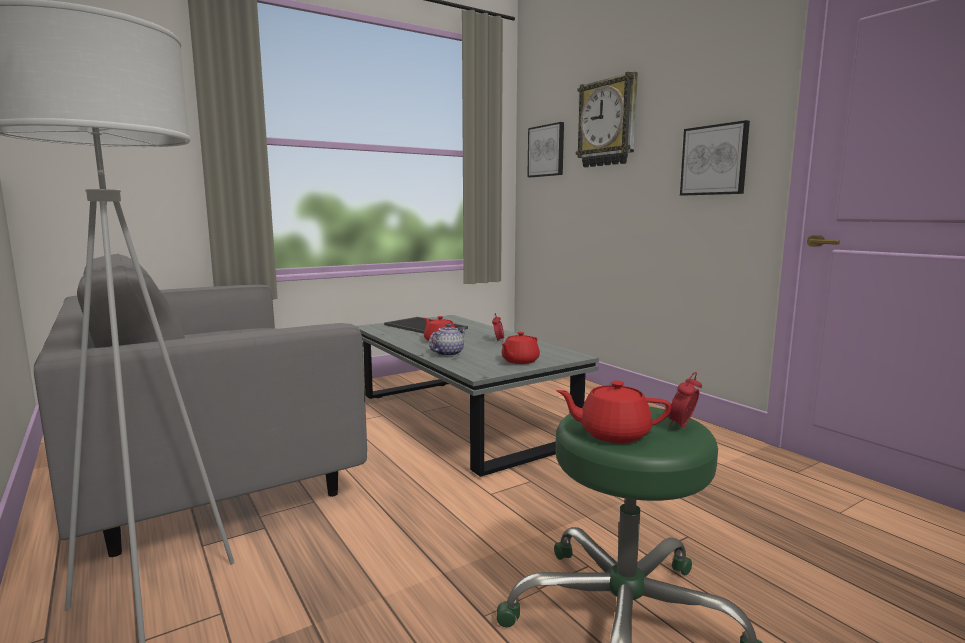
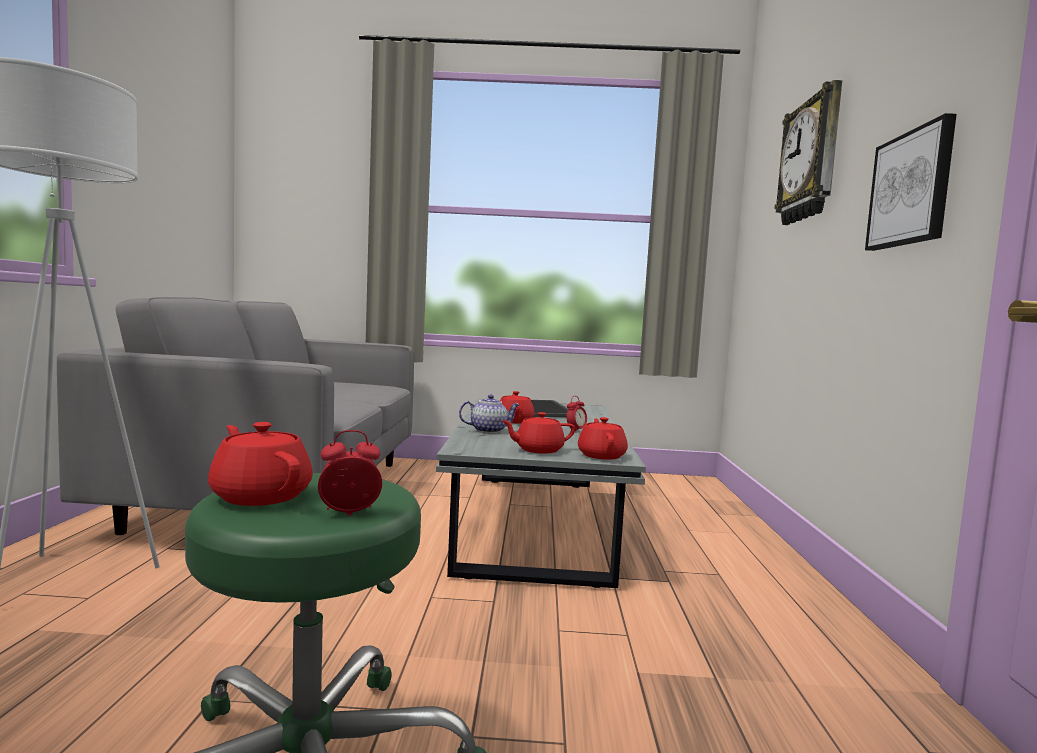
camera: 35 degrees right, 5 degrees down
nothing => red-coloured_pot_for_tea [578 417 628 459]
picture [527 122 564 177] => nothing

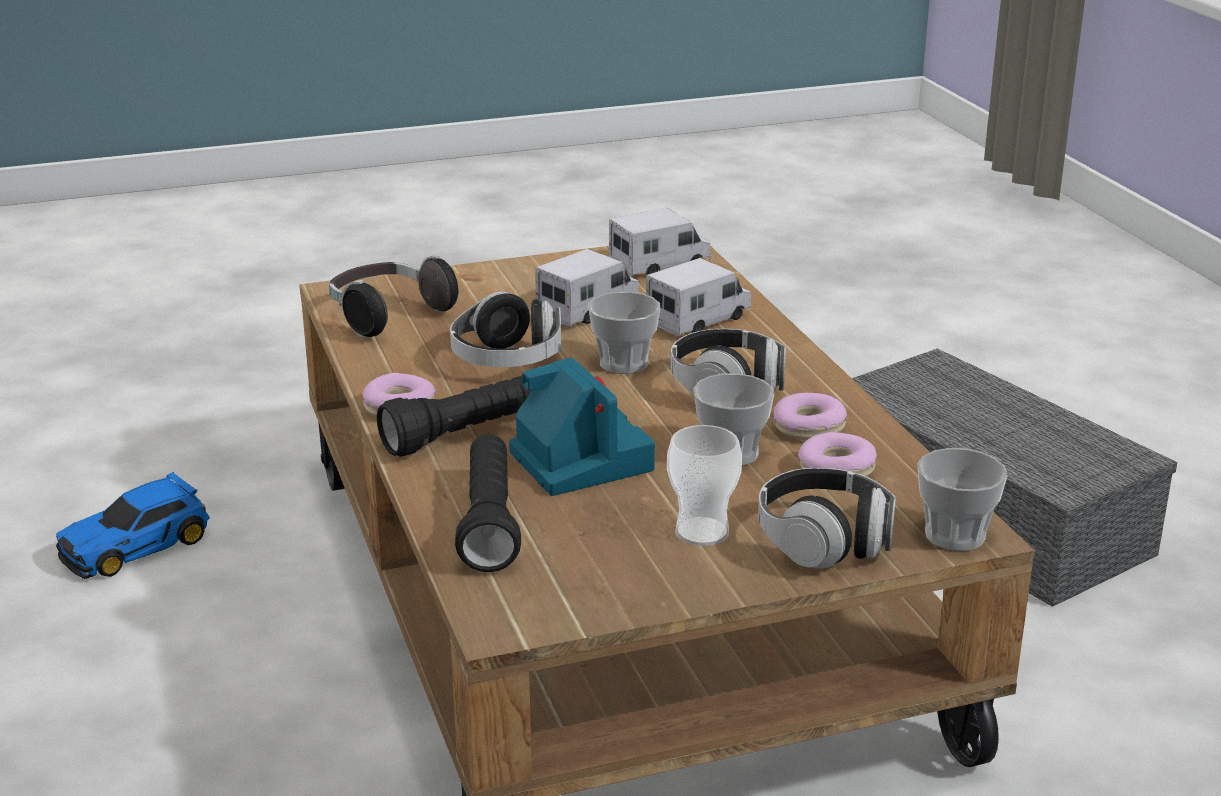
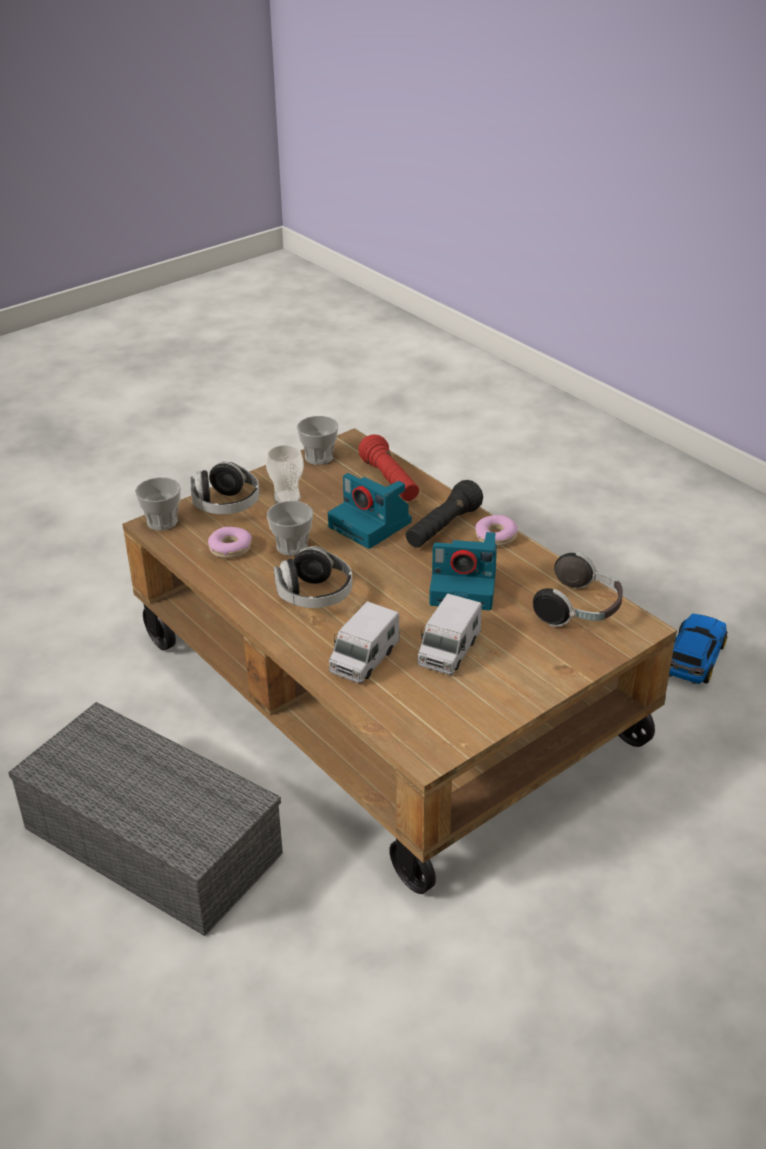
camera: 160 degrees right, 10 degrees up
drinking_cup [589 292 660 374] => drinking_cup [297 416 338 465], moved
black-coloured_torch [455 434 521 572] => red-coloured_torch [358 434 419 501]
headset [450 291 561 367] => still_camera [429 532 497 610]
model_truck [609 208 711 277] => nothing
doughnut [774 393 847 440] => nothing

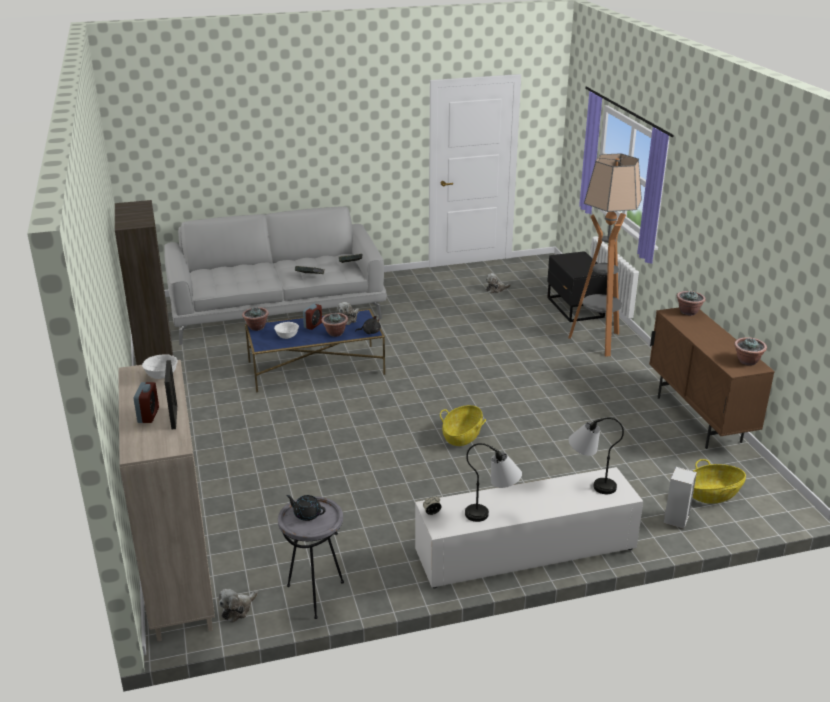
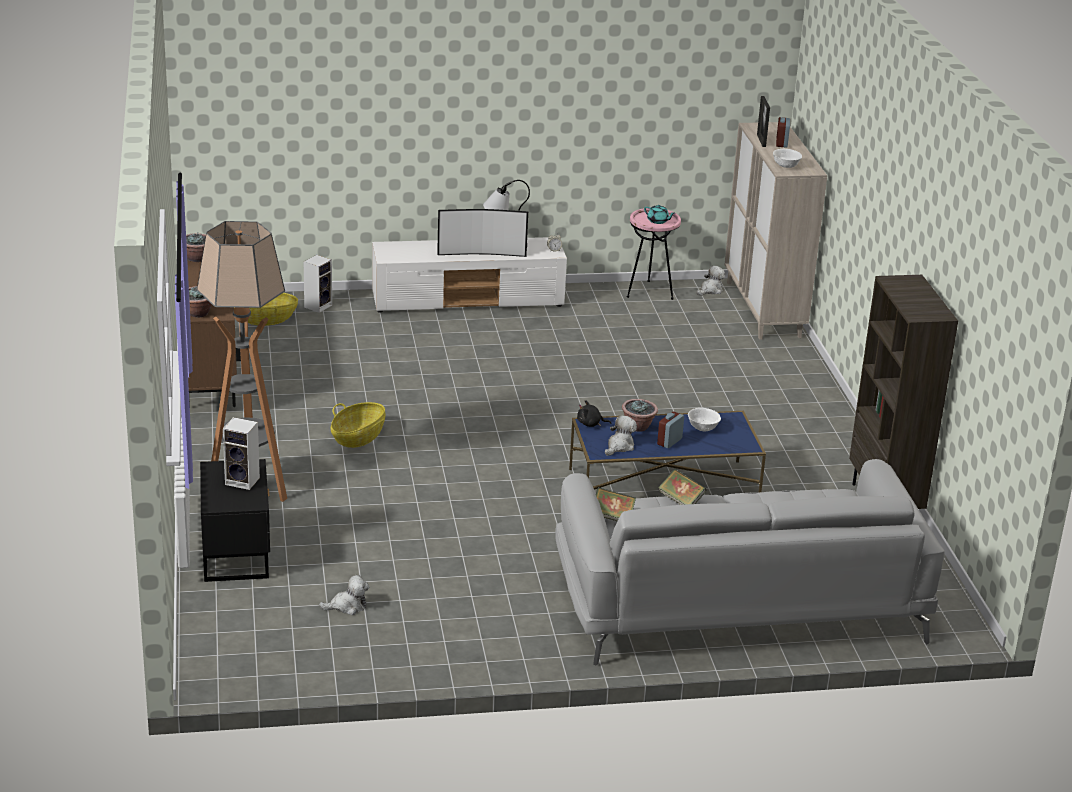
camera: 175 degrees left, 0 degrees up
nothing => speaker [223 417 260 490]
household_basket [440 405 486 446] => household_basket [331 402 385 448], moved
nothing => TV_set [437 209 528 257]
gray_end_table [278 496 344 619] => pink_end_table [627 208 681 300]
black-coloured_pot_for_tea [286 495 326 521] => turquoise_pot_for_tea [644 205 675 224]
plant_in_a_pot [242 307 269 331] => nothing
tabletop_lamp [569 418 624 494] => nothing

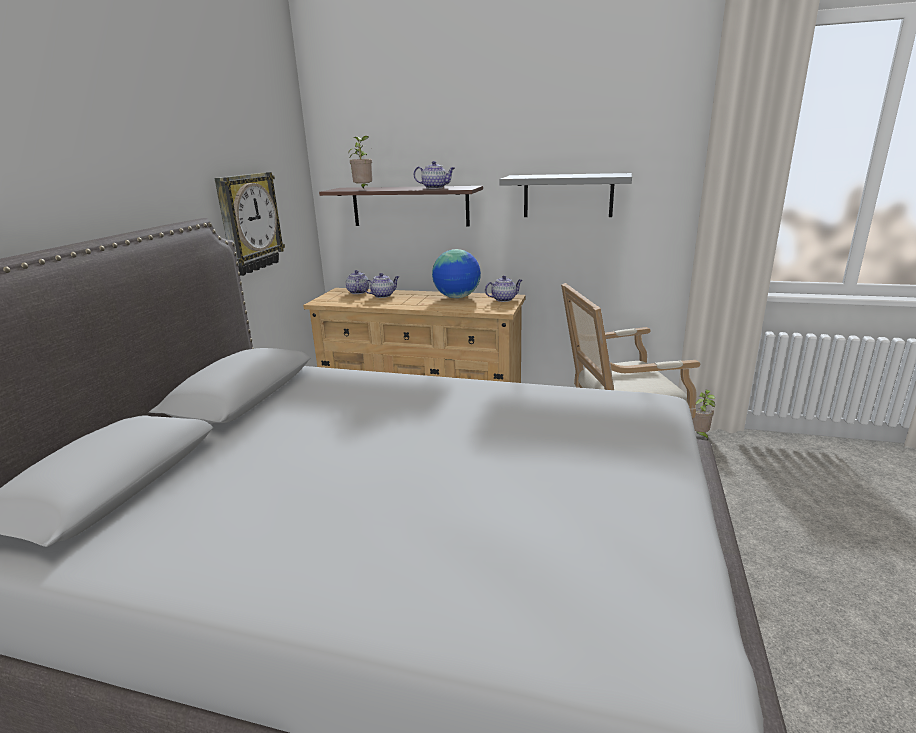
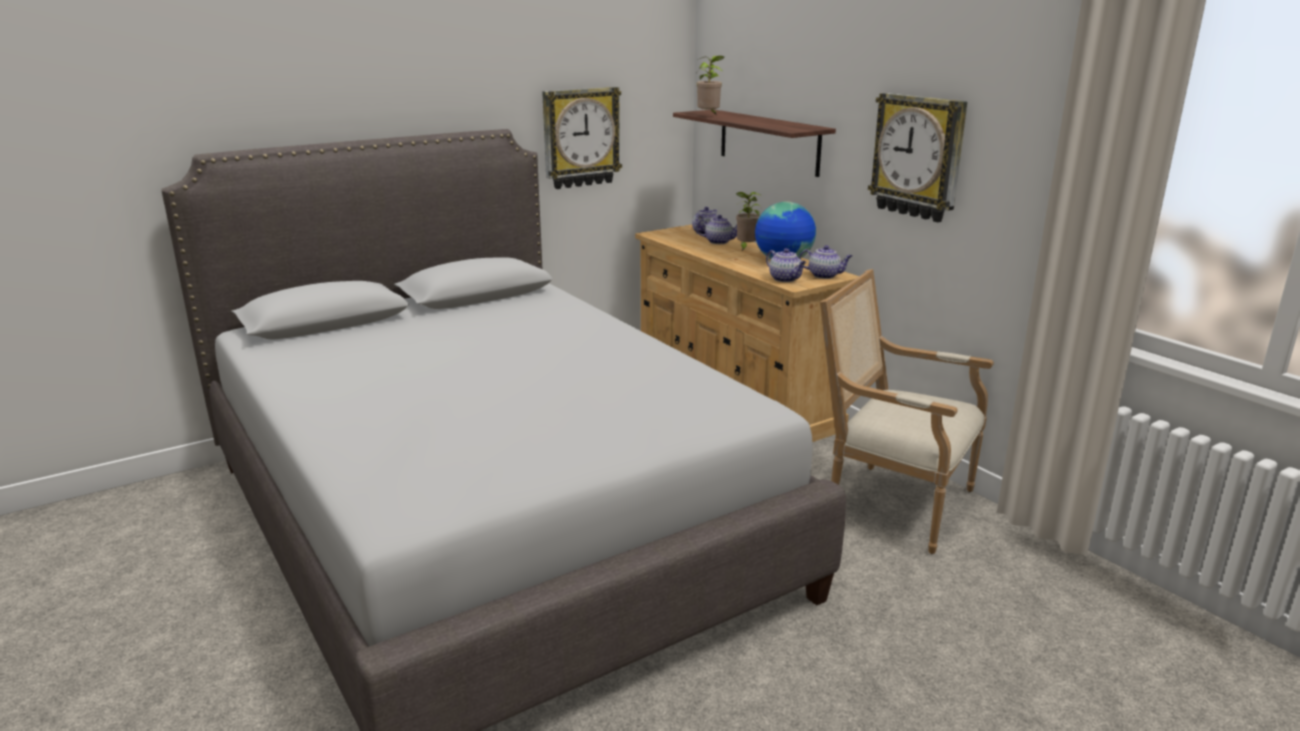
camera: 40 degrees right, 0 degrees up
plant_in_a_pot [692 389 715 440] => plant_in_a_pot [736 192 762 251], moved
pot_for_tea [414 161 455 189] => pot_for_tea [766 248 807 282], moved
gray_wall_shelf [500 173 632 217] => wall_clock [868 93 967 222]

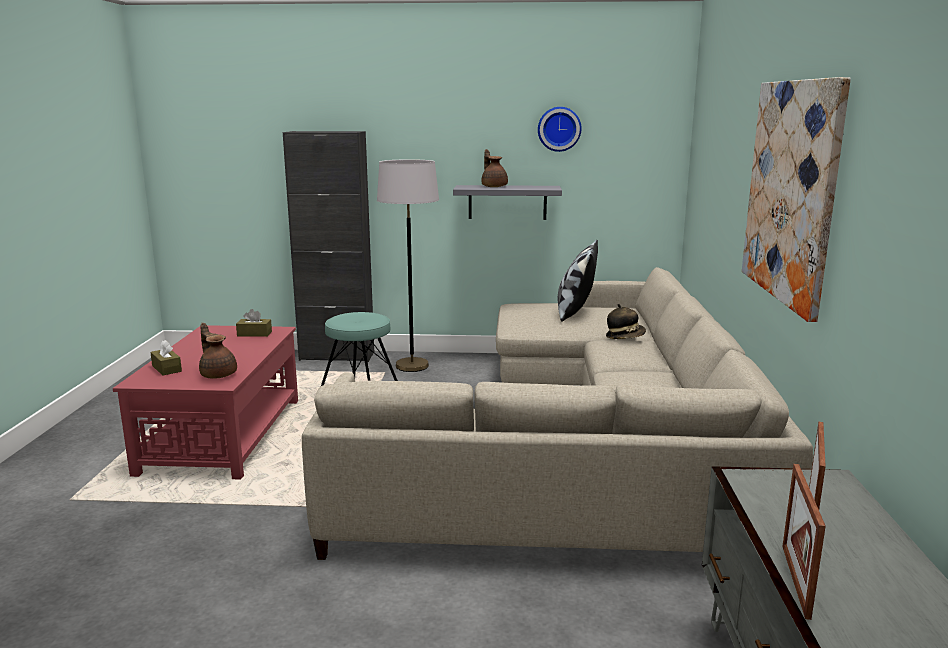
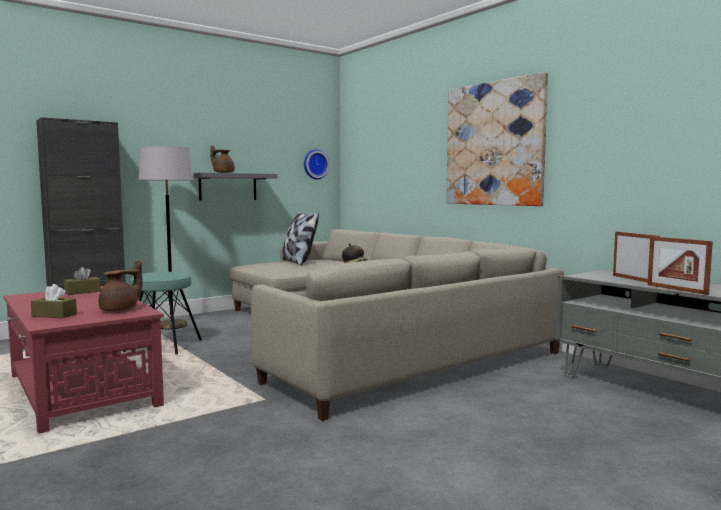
camera: 40 degrees left, 10 degrees down
brown_pot_for_tea [199 323 237 379] => brown_pot_for_tea [98 260 143 311], 120 degrees clockwise
wall_clock [538 107 582 152] => wall_clock [304 149 329 180], moved

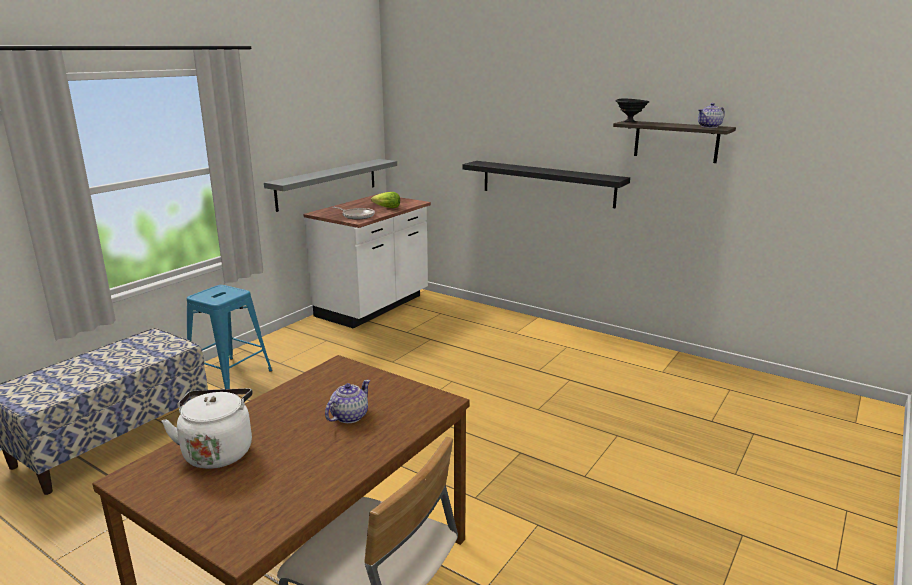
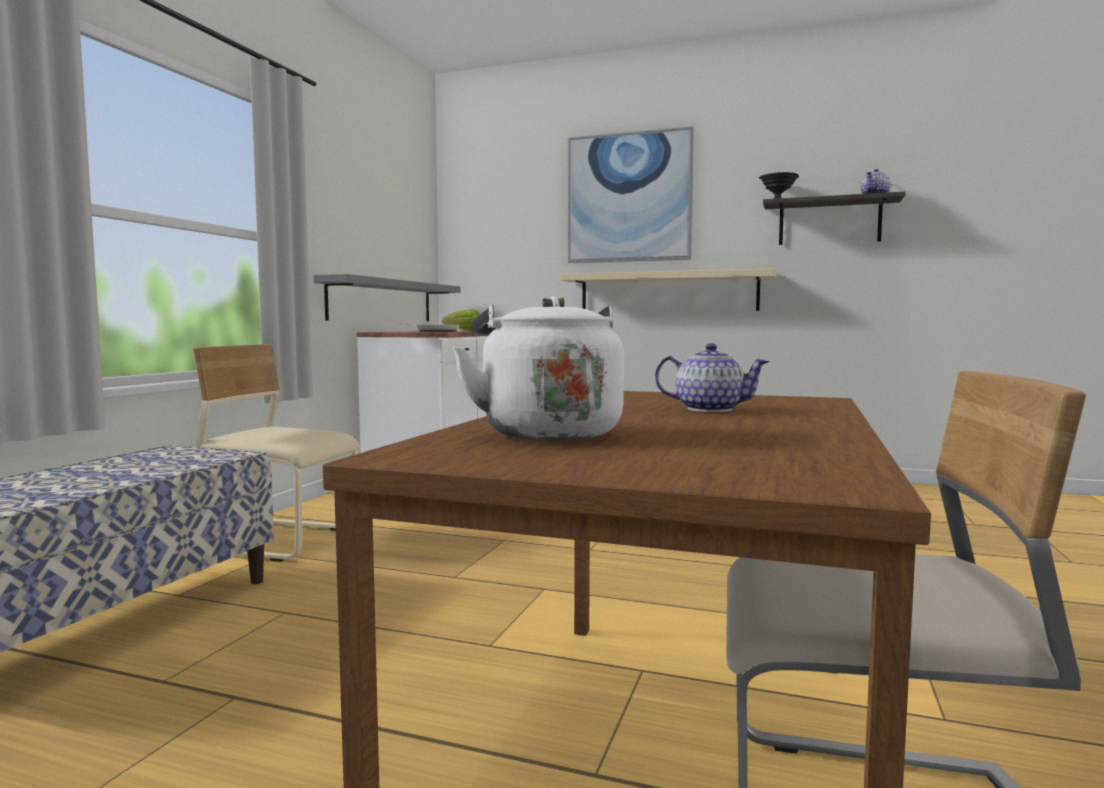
camera: 15 degrees left, 15 degrees down
blue-coloured_sitting_stool [187 285 272 389] => beige-coloured_upright_chair [193 344 360 562]
black-coloured_wall_shelf [462 161 630 208] => beige-coloured_wall_shelf [560 269 776 311]
nothing => picture [568 126 694 263]
pot_for_tea [325 380 370 423] => pot_for_tea [655 343 770 412], 90 degrees clockwise

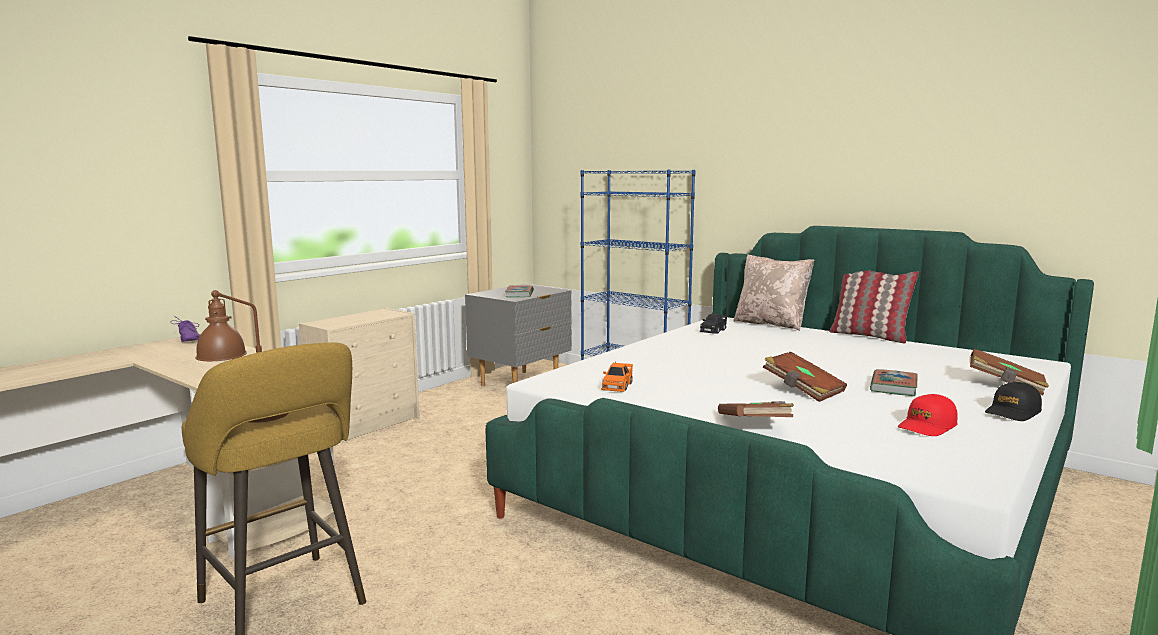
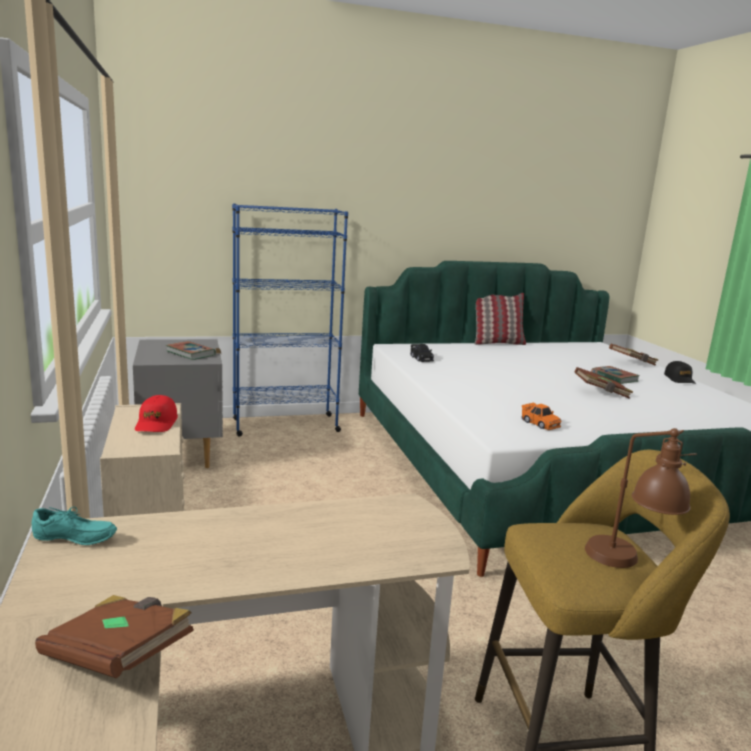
camera: 55 degrees left, 5 degrees up
purple_low_shoe [170 316 200 342] => turquoise_low_shoe [32 507 117 545]
brown_volume [718 401 794 417] => brown_volume [35 595 194 678], moved
red-coloured_peaked_cap [898 394 958 436] => red-coloured_peaked_cap [135 395 178 432], moved
beige-coloured_cushion [733 254 814 331] => nothing

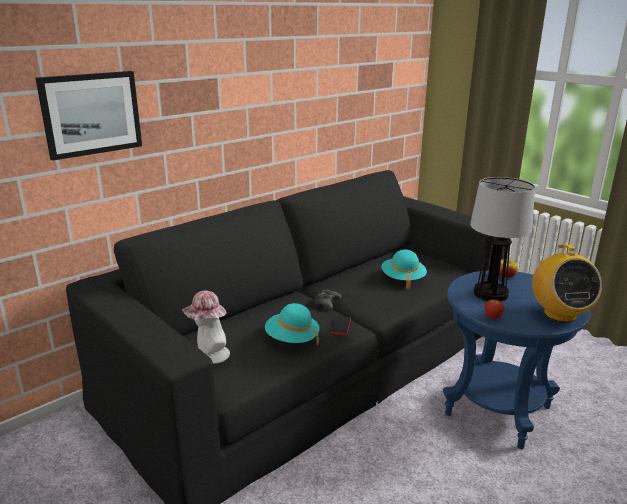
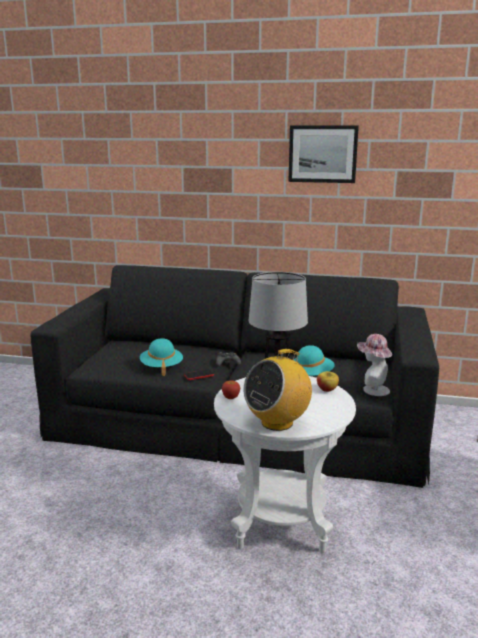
camera: 55 degrees right, 5 degrees down
blue-coloured_end_table [443 270 591 449] => white_end_table [214 376 356 553]
picture [36 71 142 160] => picture [288 125 359 183], moved
clothing_hat [182 291 230 364] => clothing_hat [357 334 392 396], moved

